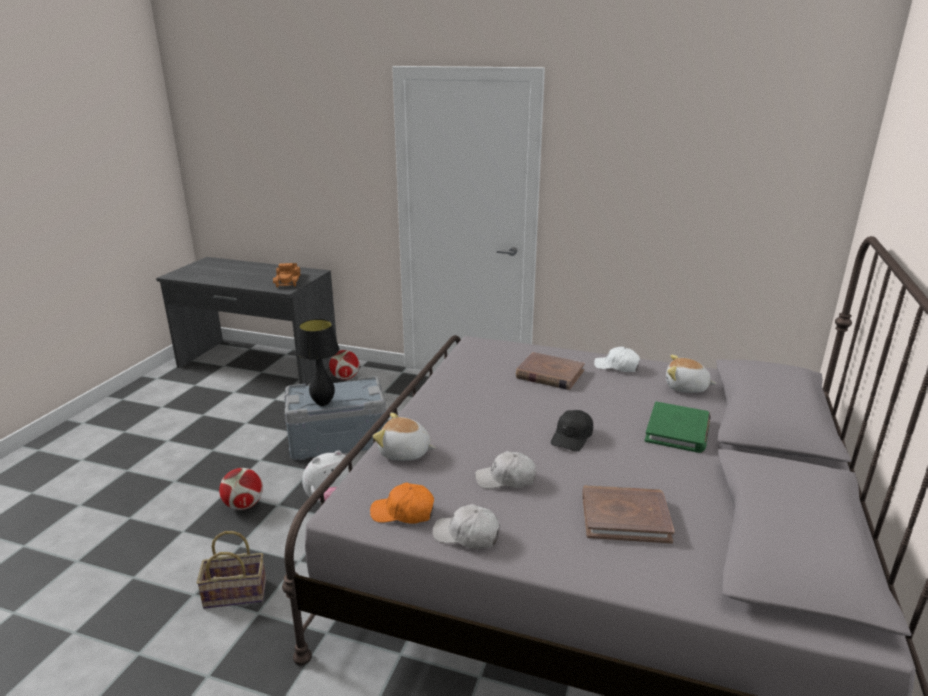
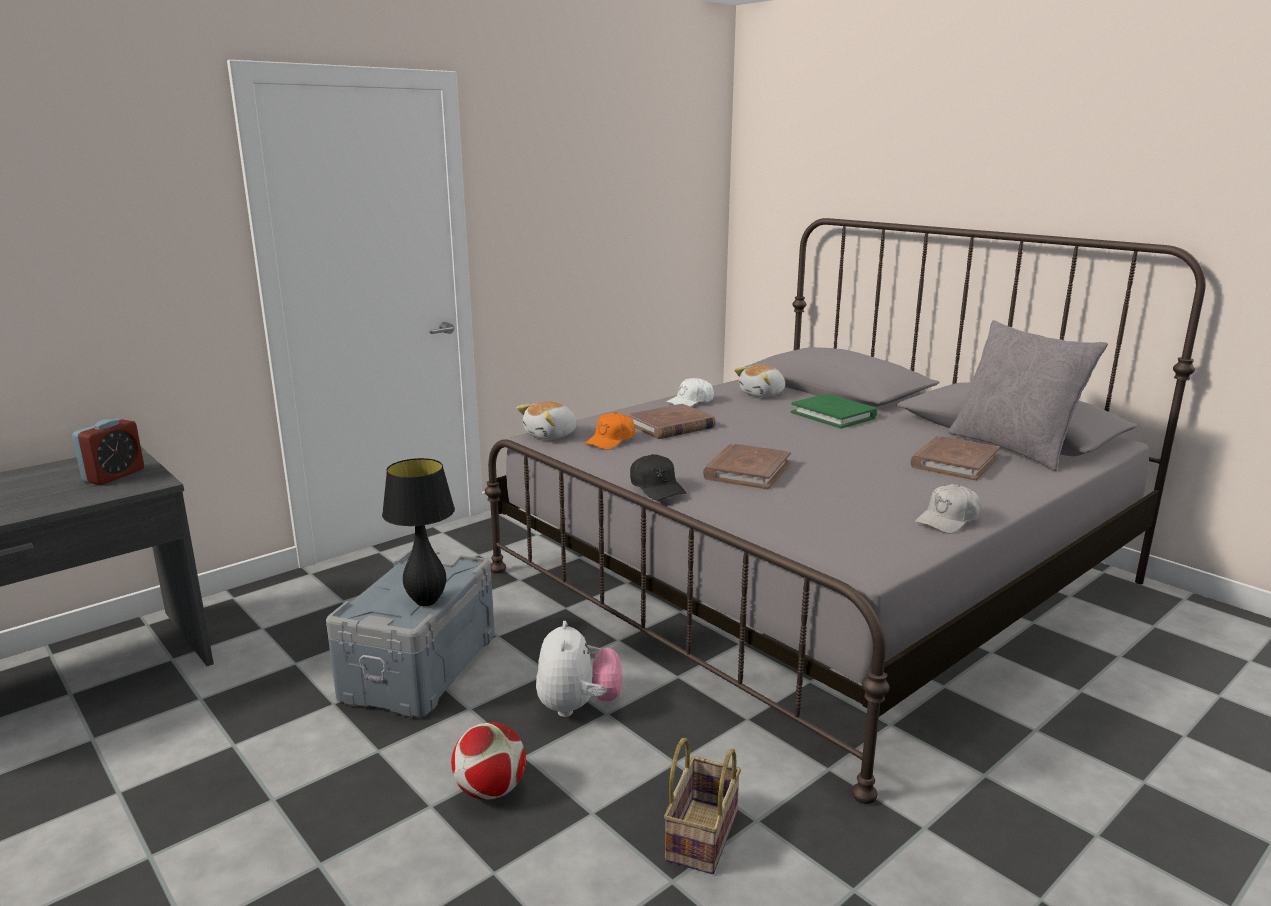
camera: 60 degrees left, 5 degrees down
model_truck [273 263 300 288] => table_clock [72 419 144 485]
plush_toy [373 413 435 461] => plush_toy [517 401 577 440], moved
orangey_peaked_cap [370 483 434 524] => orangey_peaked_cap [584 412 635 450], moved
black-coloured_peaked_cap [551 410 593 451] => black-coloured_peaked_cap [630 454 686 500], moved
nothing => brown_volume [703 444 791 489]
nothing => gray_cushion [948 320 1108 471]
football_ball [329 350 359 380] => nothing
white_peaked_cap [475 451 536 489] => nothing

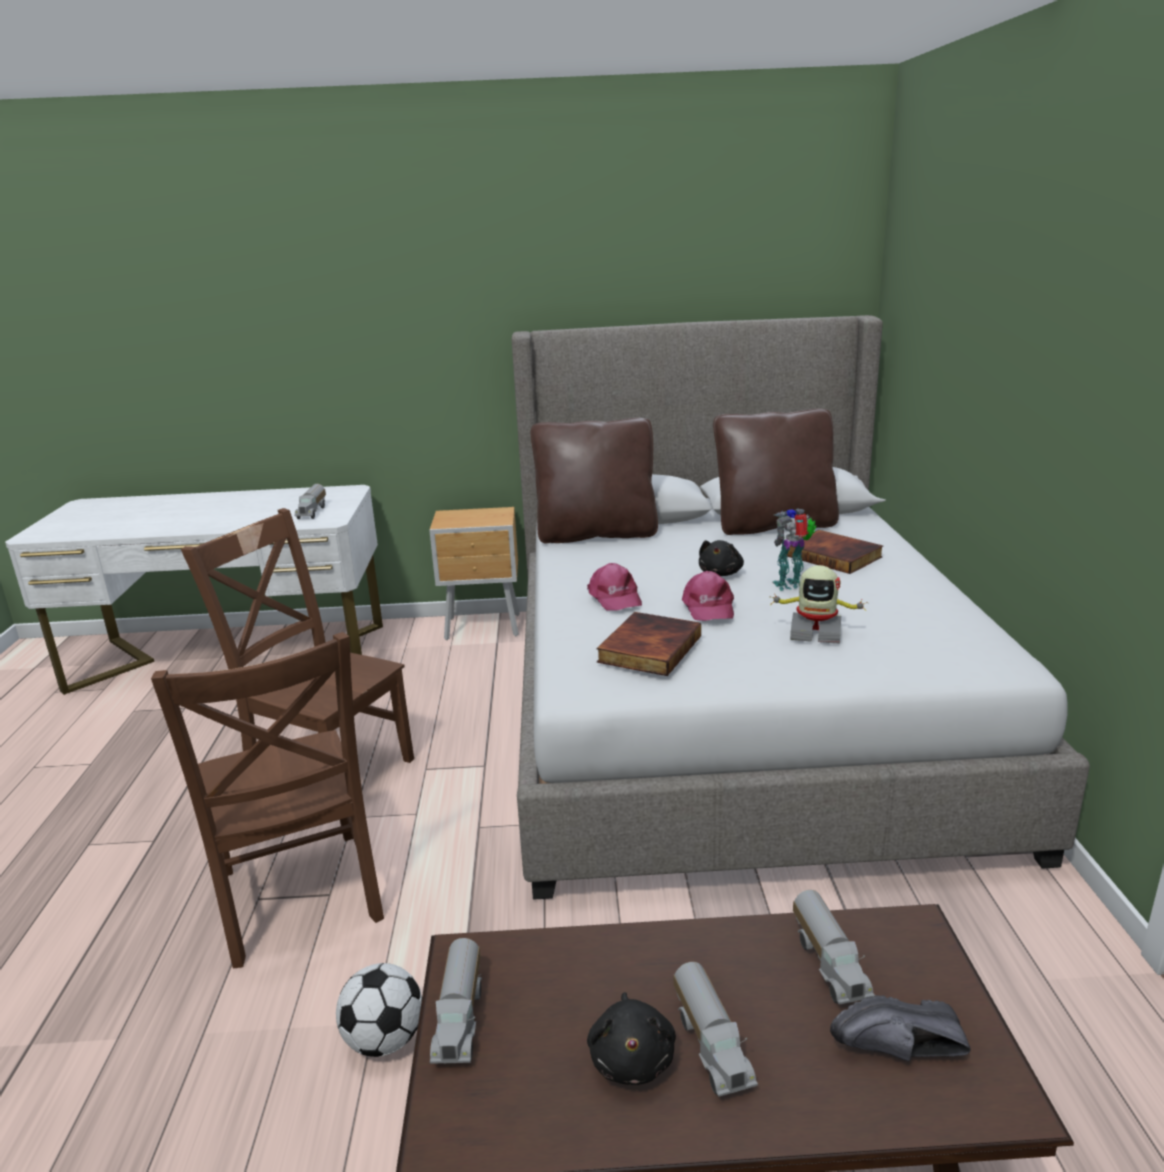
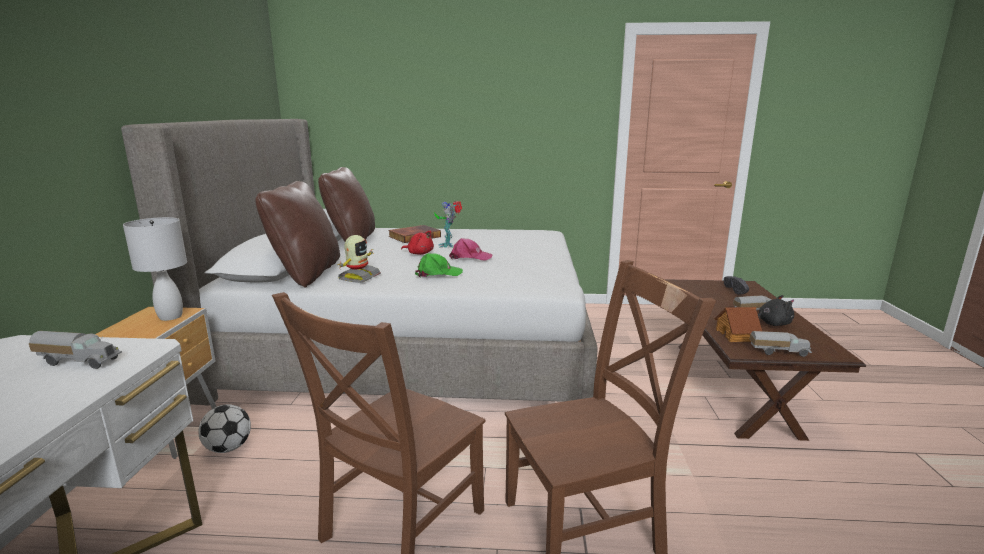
camera: 85 degrees left, 5 degrees down
nothing => white_tabletop_lamp [123 217 187 321]
football_ball [336 963 422 1057] => football_ball [198 404 251 453], moved
robot_figure [770 565 867 644] => robot_figure [338 235 381 283], moved
black-coloured_plush_toy [699 540 744 576] => red-coloured_plush_toy [401 231 434 255]
pink_peaked_cap [587 563 642 611] => green-coloured_peaked_cap [415 253 463 278]
nothing => toy_house [714 307 762 342]
volume [597 612 701 676] => nothing
model_truck [793 890 875 1005] => nothing

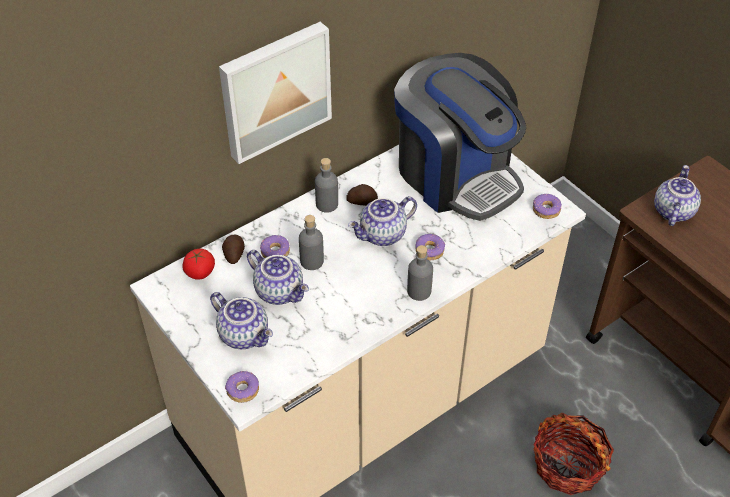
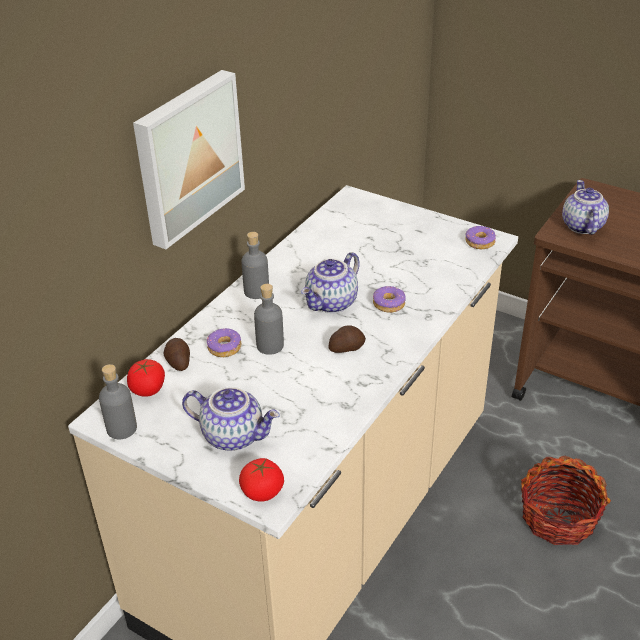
camera: 20 degrees left, 10 degrees down
gray_beverage_bottle [407 245 433 301] => gray_beverage_bottle [99 364 137 439], moved
doughnut [225 371 259 403] => tomato [239 458 284 502]
potato [346 184 378 206] => potato [328 325 366 353], moved
pot_for_tea [247 250 309 305] => nothing
coffee_maker [394 53 527 221] => nothing

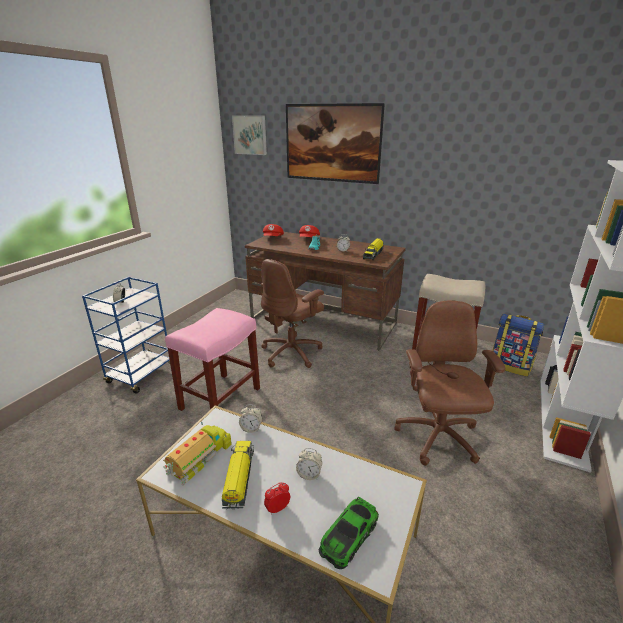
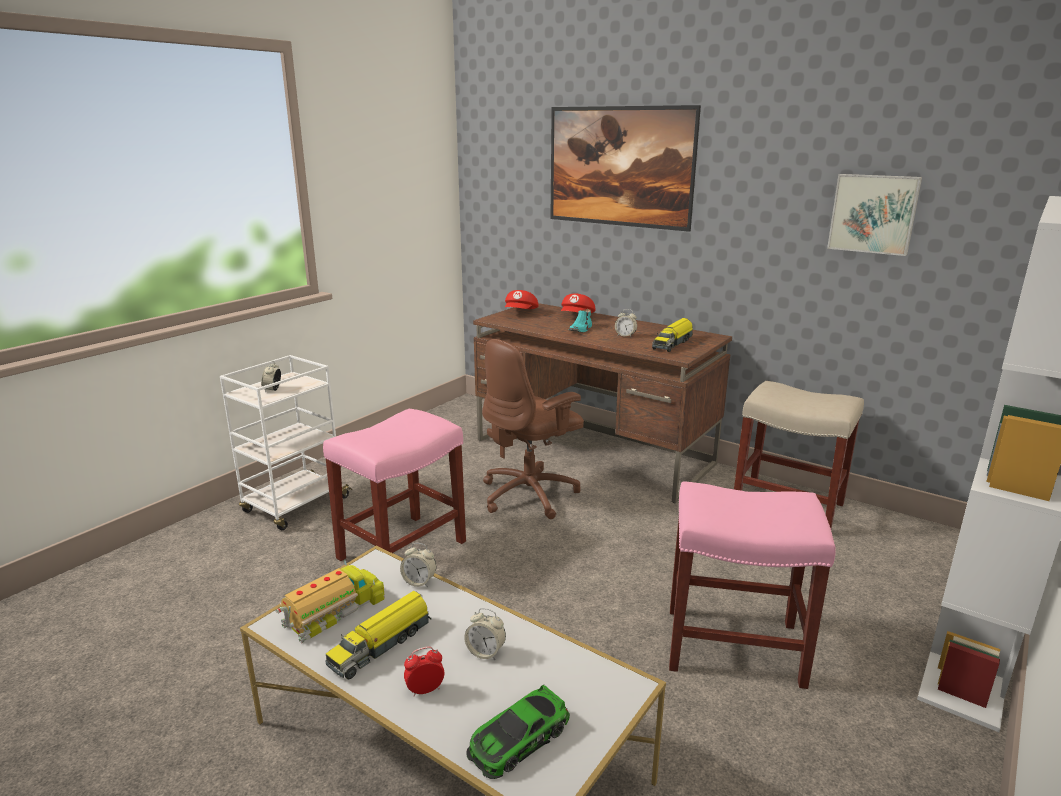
camera: 10 degrees right, 5 degrees down
blue-coloured_wheeled_cart [82 277 170 393] => white_wheeled_cart [220 355 352 530]
model_truck [222 441 254 508] => model_truck [325 591 431 679], 150 degrees counterclockwise
brown_office_chair [394 300 505 466] => pink_sitting_stool [669 481 835 689]
picture [232 115 267 155] => picture [827 174 922 256], moved
rucksack [492 314 544 377] => nothing

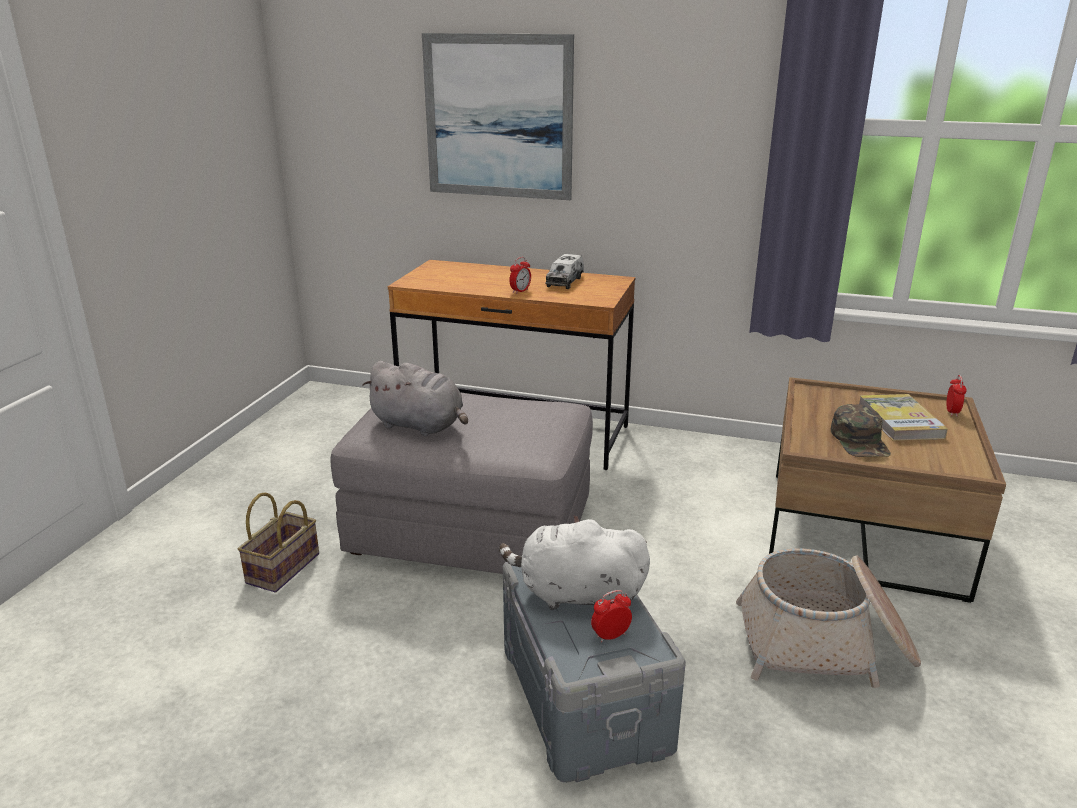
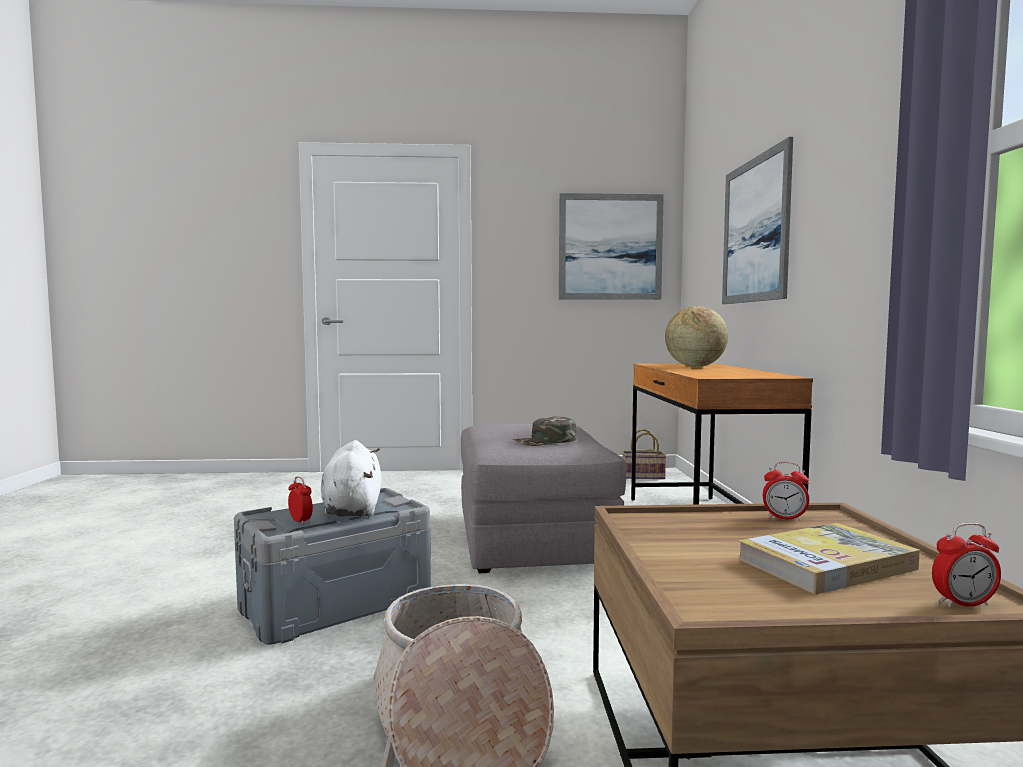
camera: 70 degrees right, 20 degrees down
green-coloured_peaked_cap [831 404 891 457] => green-coloured_peaked_cap [513 416 577 446], moved
nothing => picture [559 193 664 300]
household_basket [238 492 319 593] => household_basket [622 429 667 479], moved
nothing => globe [665 306 728 367]
table_clock [509 257 531 294] => table_clock [763 462 809 521], moved
gray_plush_toy [362 361 468 436] => nothing
model_truck [545 254 584 289] => nothing

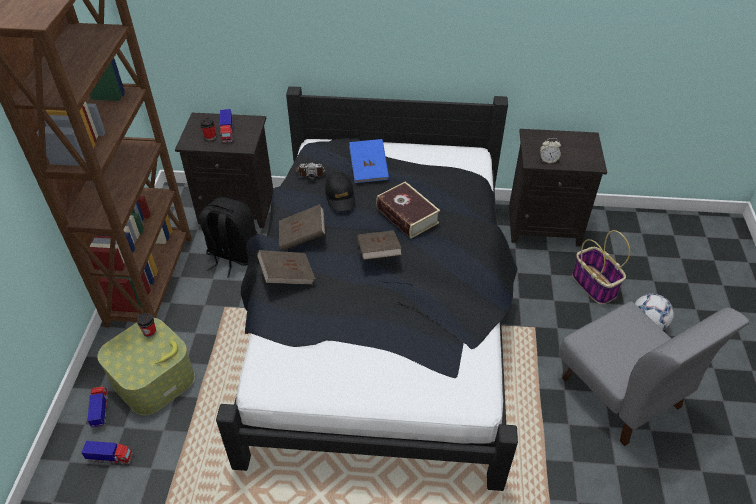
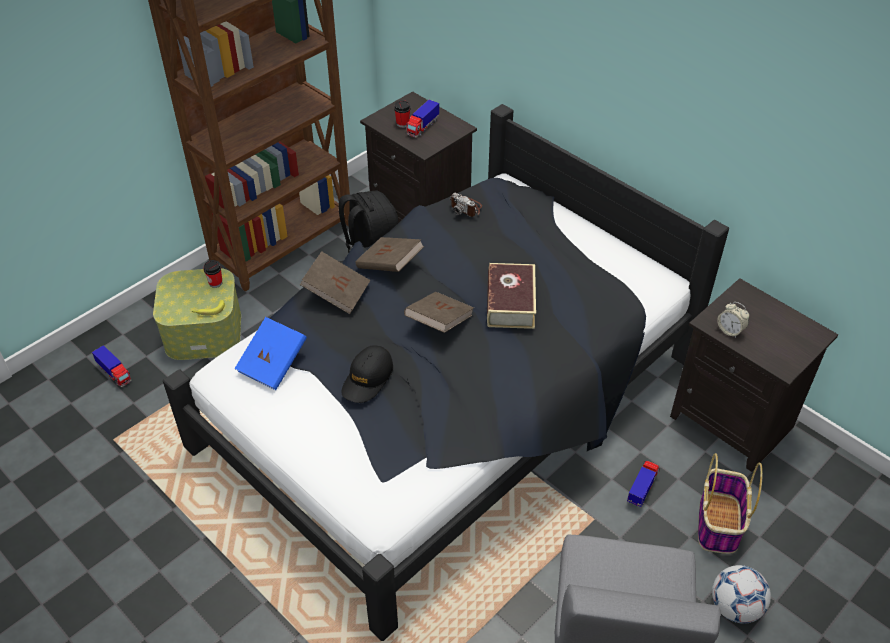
camera: 40 degrees right, 0 degrees up
blue-coloured_volume [349 139 389 183] => blue-coloured_volume [234 317 307 390], moved
black-coloured_peaked_cap [325 172 355 211] => black-coloured_peaked_cap [342 346 393 403], moved
model_truck [87 387 108 428] => model_truck [627 461 660 508], moved

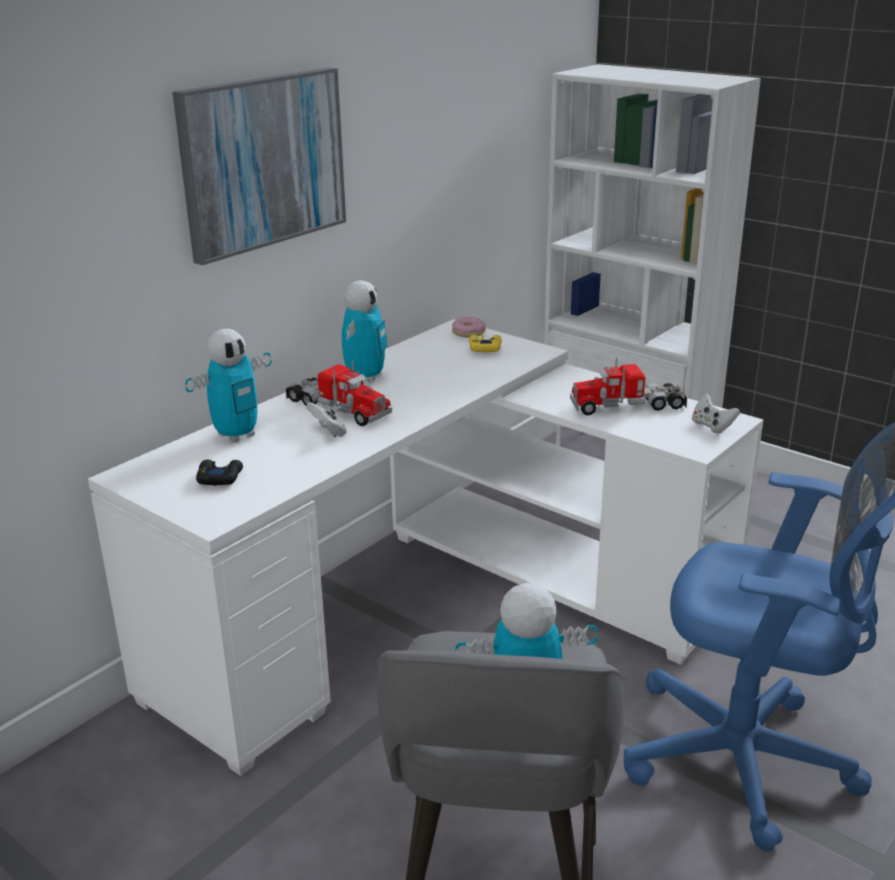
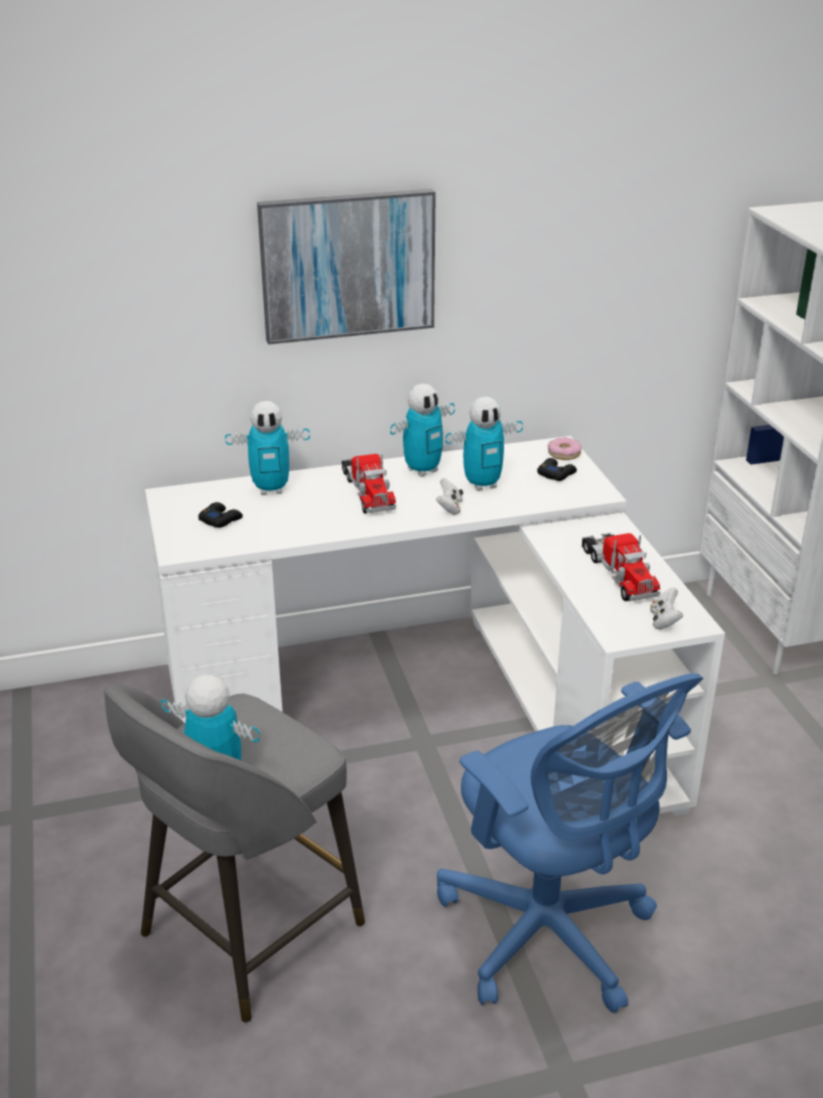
camera: 35 degrees right, 5 degrees up
white_gamepad [306 402 347 437] => white_gamepad [436 478 463 515], moved
nothing => robot_figure [445 397 523 491]
yellow_gamepad [469 335 502 352] => black-coloured_gamepad [537 458 577 481]
model_truck [570 357 688 416] => model_truck [582 533 661 601], 135 degrees counterclockwise

